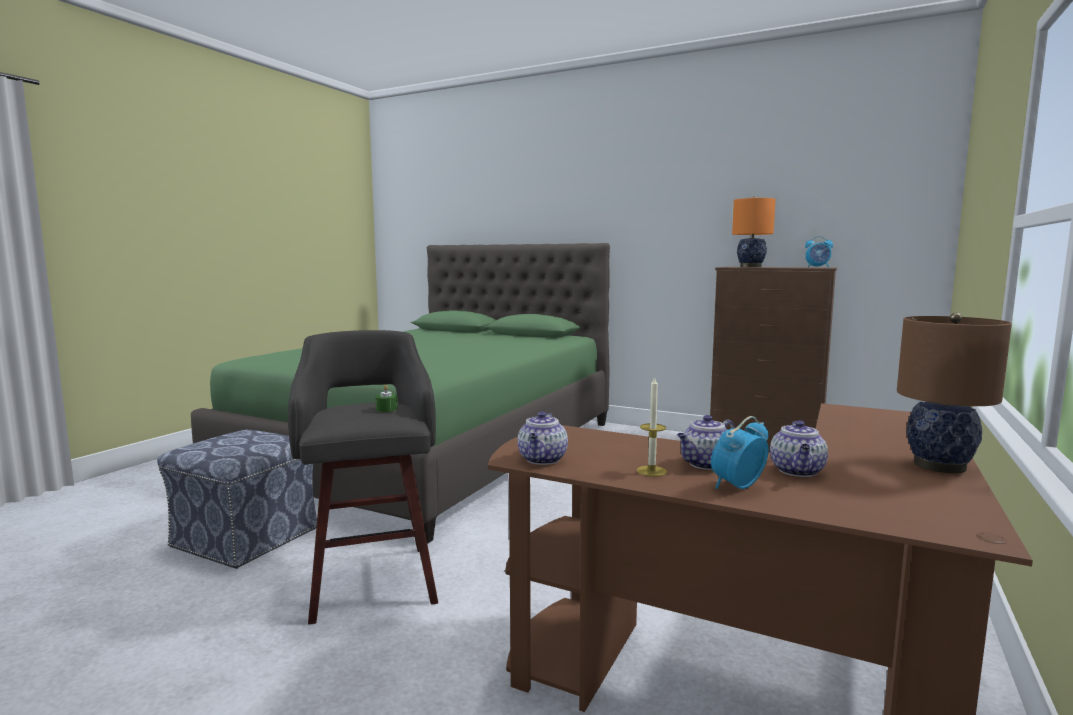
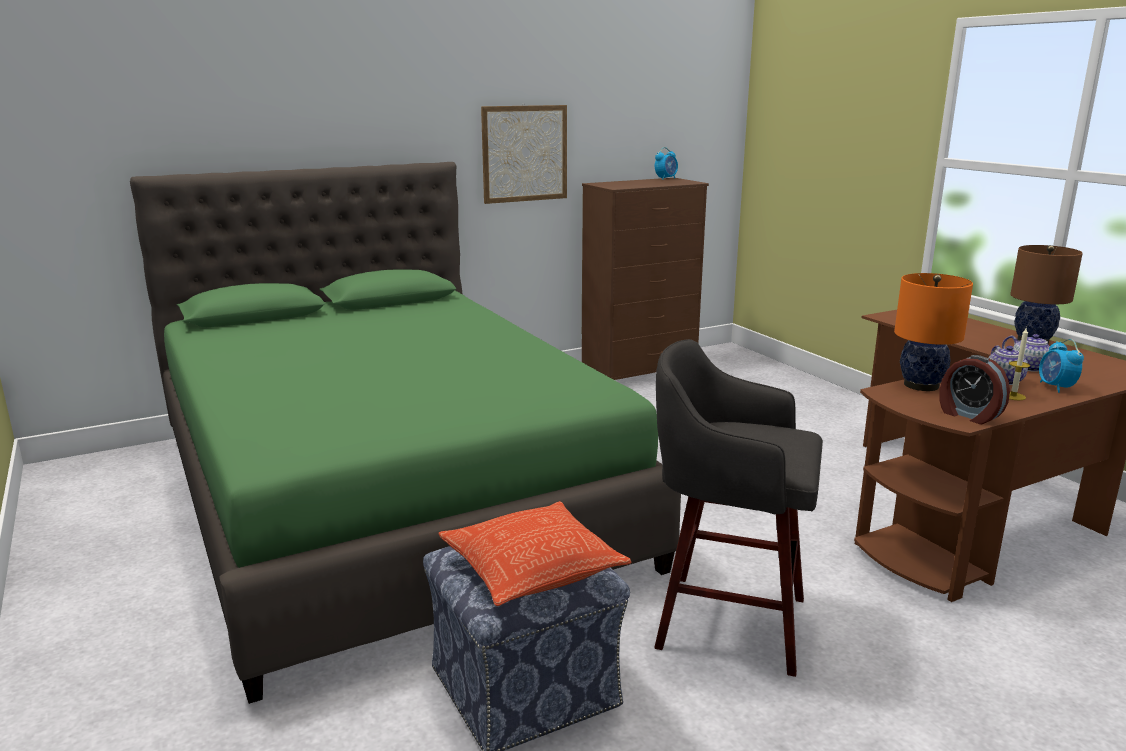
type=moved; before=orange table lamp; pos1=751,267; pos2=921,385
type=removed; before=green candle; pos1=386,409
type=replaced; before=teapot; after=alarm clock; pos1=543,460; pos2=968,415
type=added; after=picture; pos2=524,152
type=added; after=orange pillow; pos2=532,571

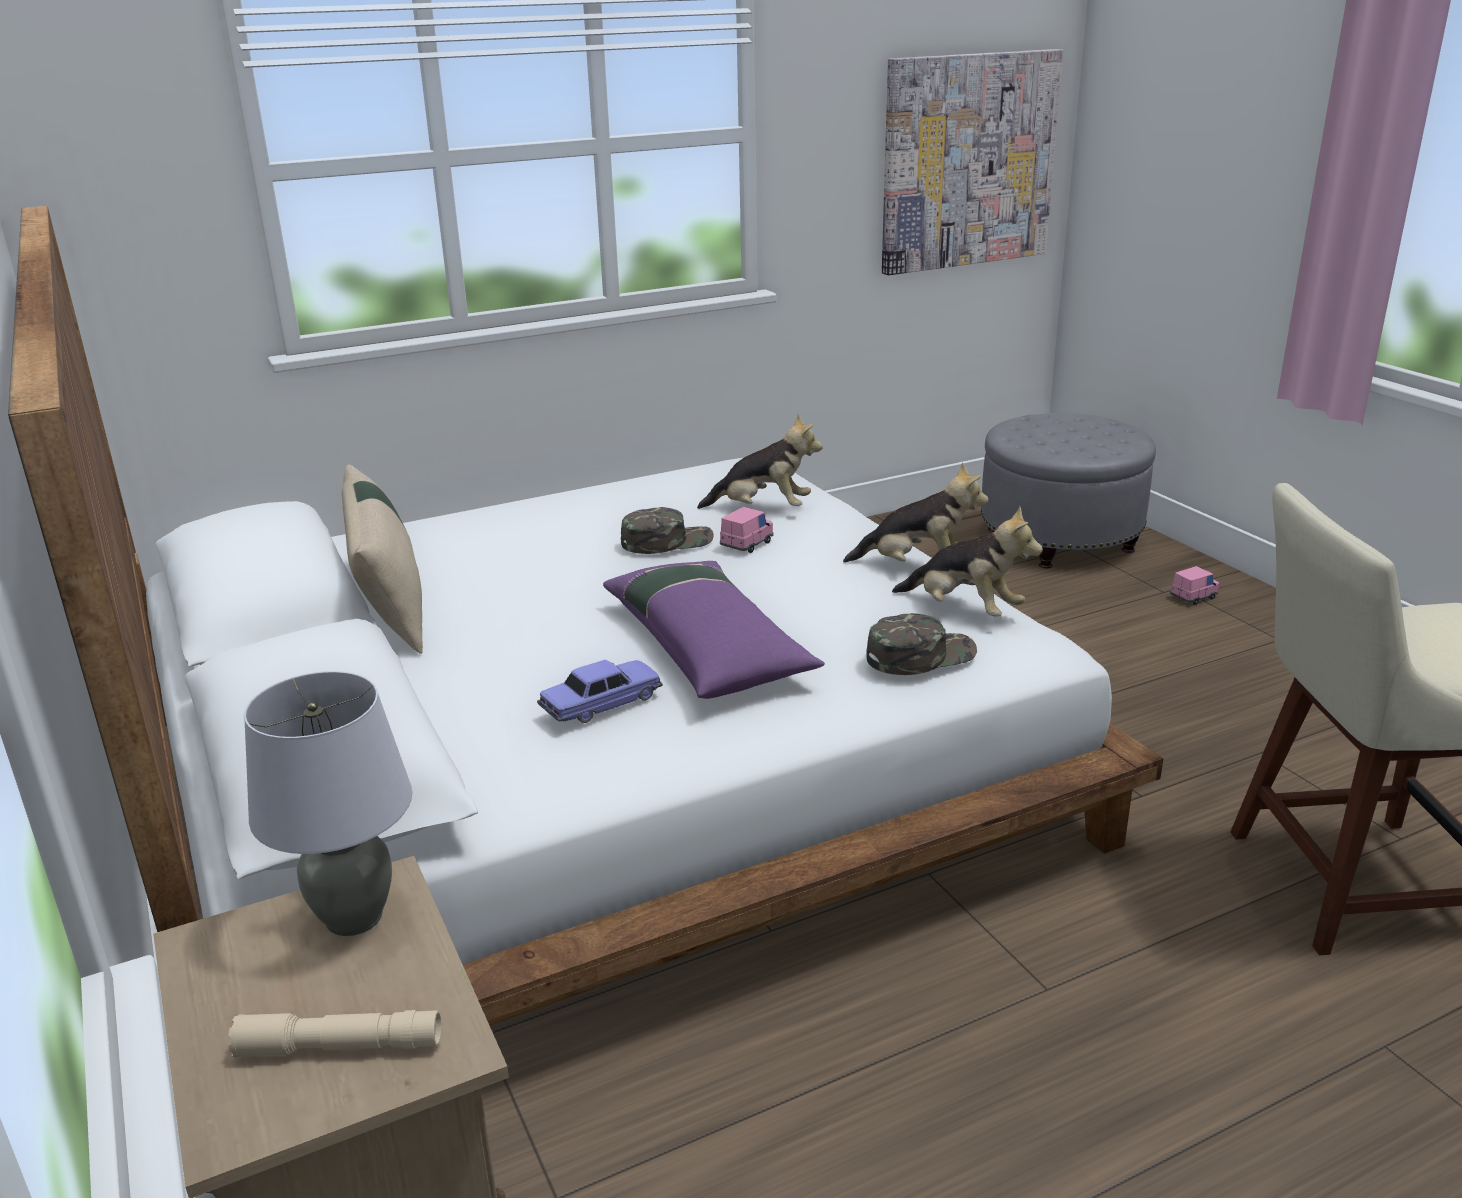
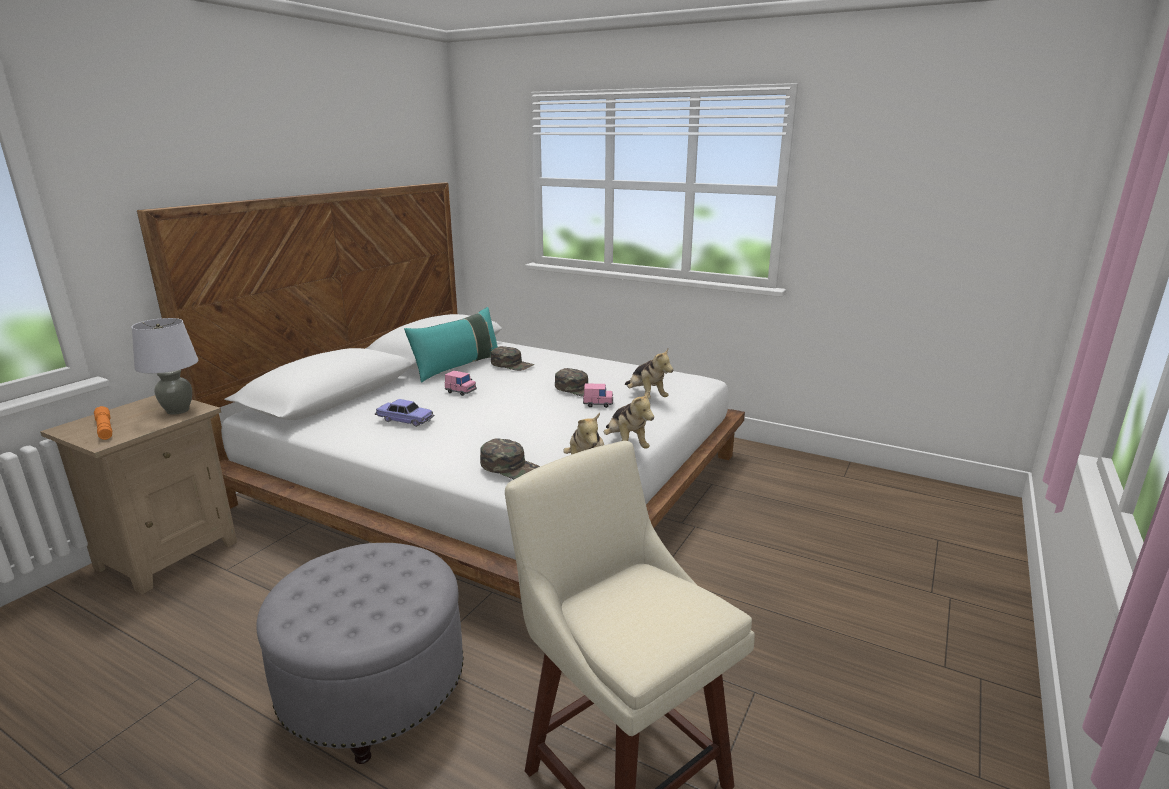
type=removed; before=picture; pos1=968,161
type=moved; before=grey ottoman; pos1=1059,539; pos2=374,693
type=recoloured; before=beige pillow; after=turquoise pillow; pos1=390,605; pos2=458,367
type=removed; before=purple pillow; pos1=708,646
type=moved; before=pink toy car; pos1=1193,597; pos2=460,391
type=recoloured; before=beige flashlight; after=orange flashlight; pos1=340,1047; pos2=105,429
type=added; after=green cap; pos2=512,364

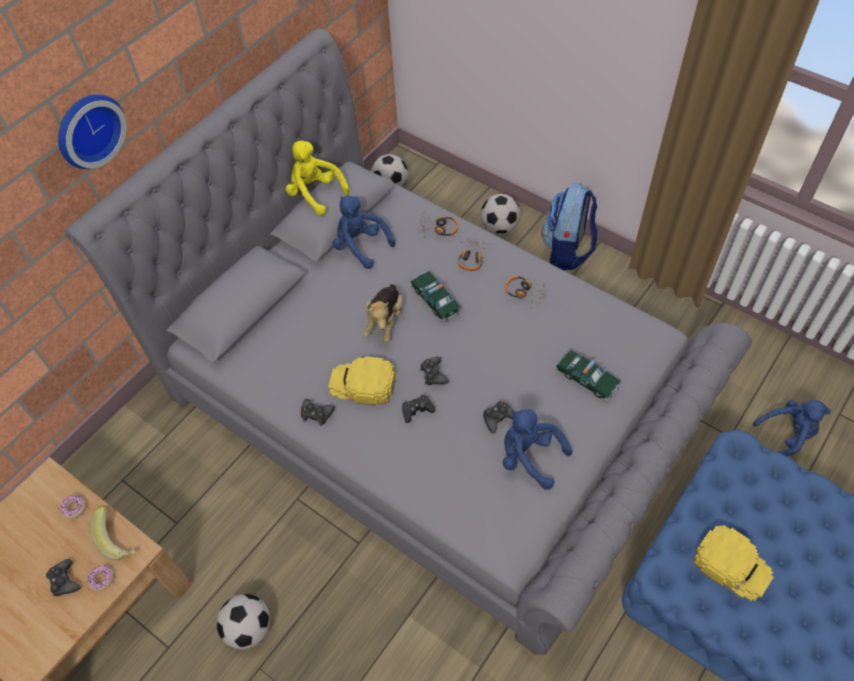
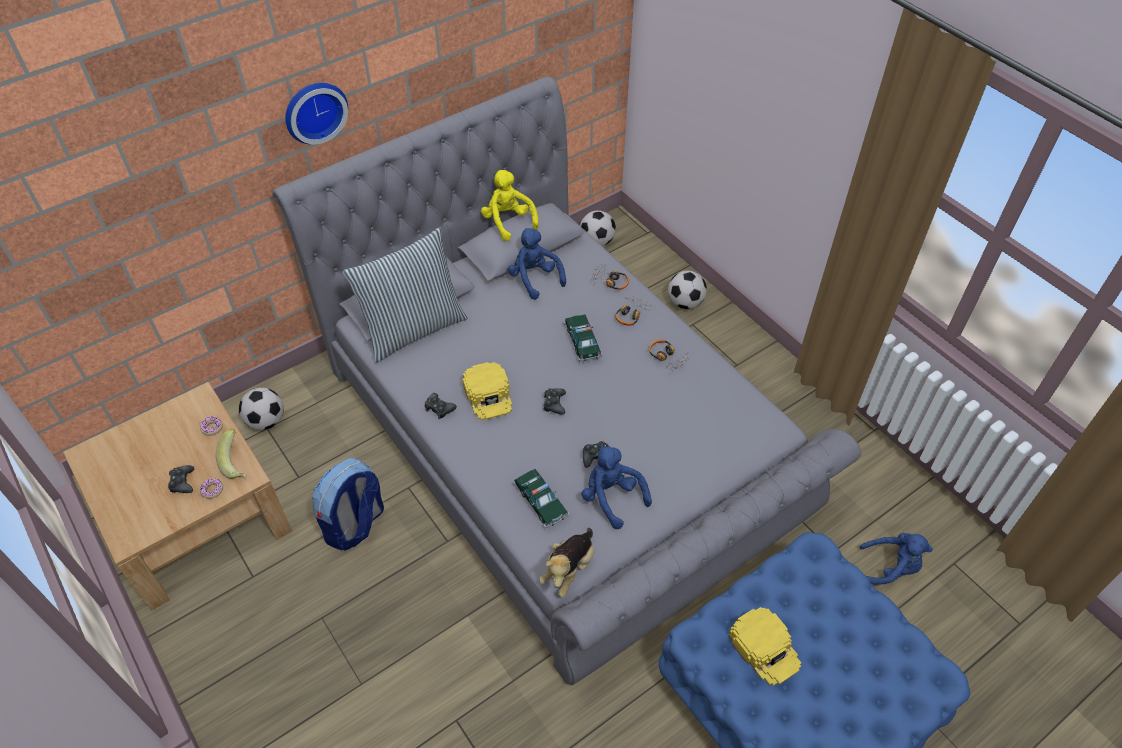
type=moved; before=backpack; pos1=567,251; pos2=355,525
type=moved; before=plush toy; pos1=385,320; pos2=569,569
type=moved; before=toy car; pos1=587,379; pos2=541,501
type=turned; before=yellow cap; pos1=362,384; pos2=488,394; turn=-135
type=removed; before=black game controller; pos1=417,410
type=moved; before=football; pos1=249,628; pos2=266,421
type=added; after=pillow; pos2=413,329

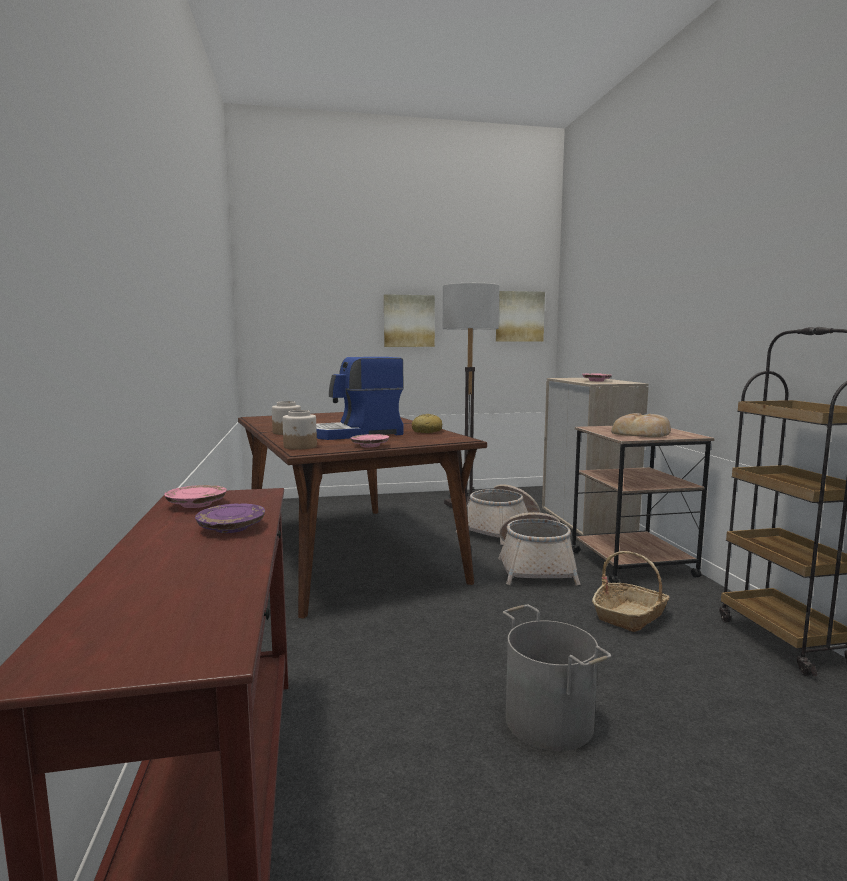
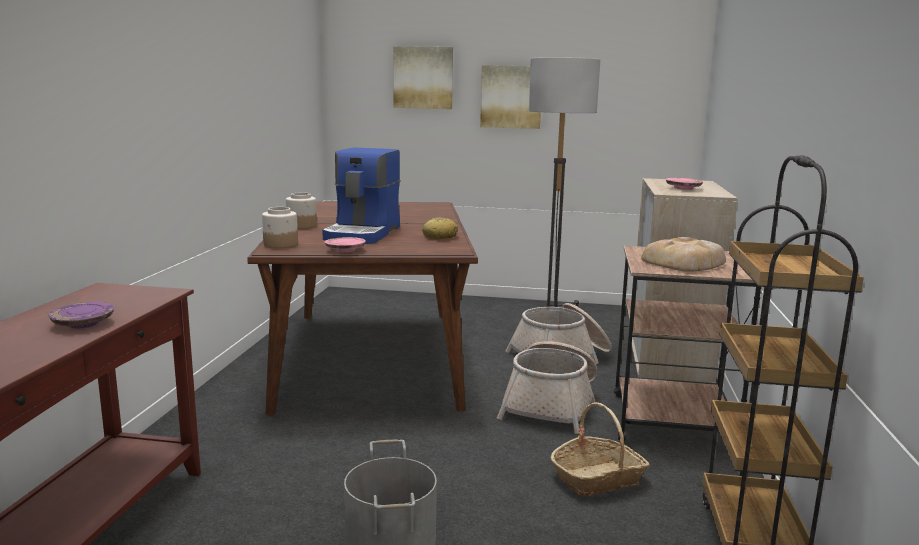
type=moved; before=picture; pos1=519,316; pos2=423,78
type=turned; before=coffee machine; pos1=357,434; pos2=363,234; turn=-75
type=removed; before=pink plate; pos1=196,504

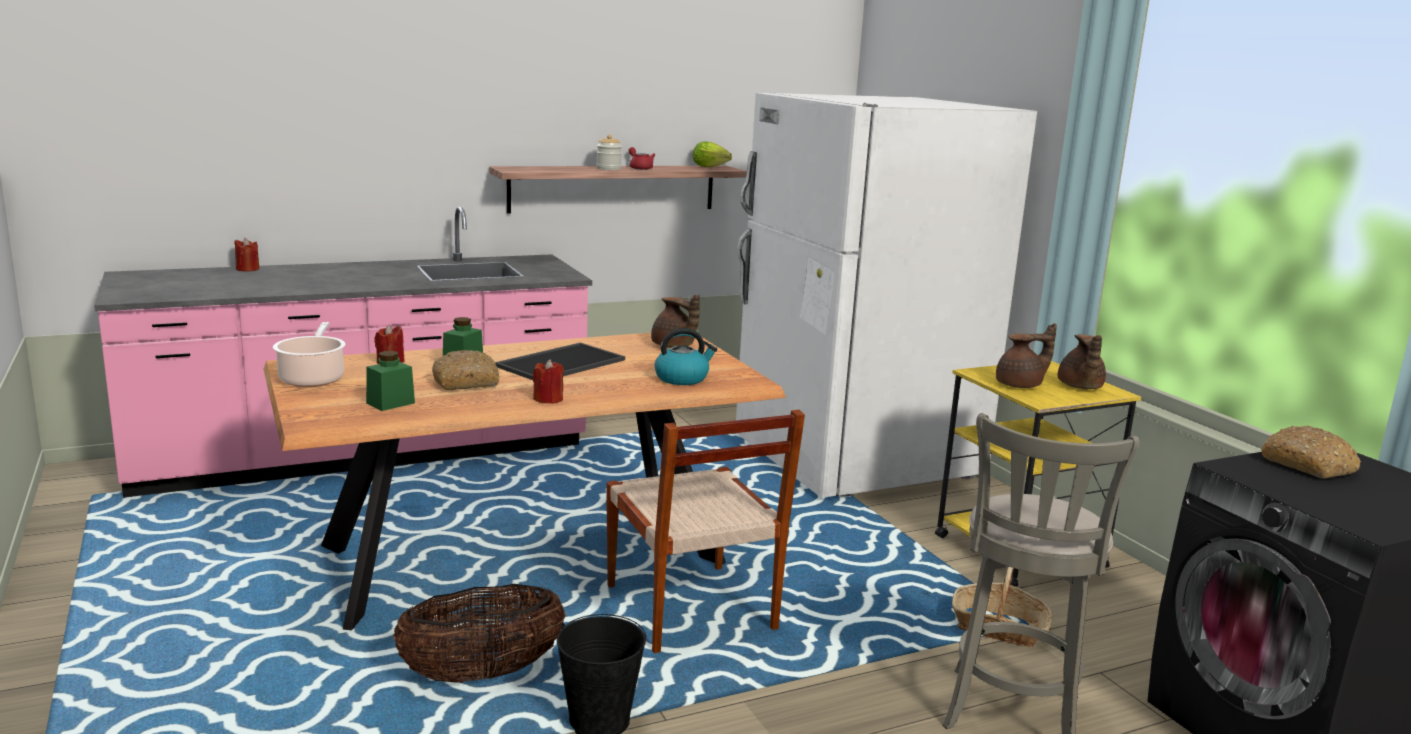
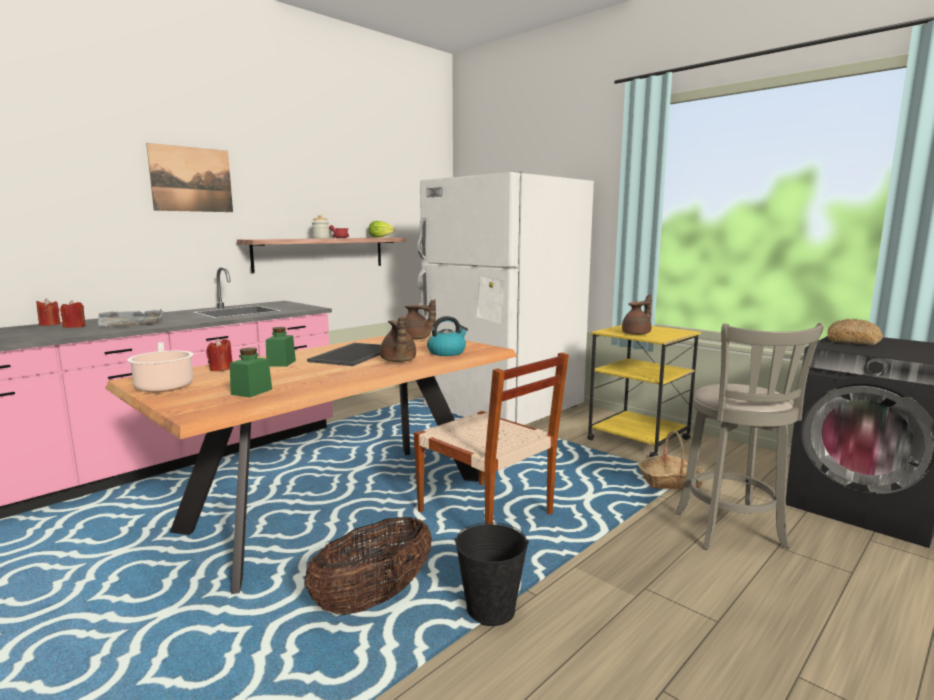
type=moved; before=brown teapot; pos1=1079,387; pos2=398,361
type=removed; before=bread; pos1=466,382
type=moved; before=red candle; pos1=548,399; pos2=74,326
type=added; after=picture; pos2=191,179
type=added; after=grey tray; pos2=131,322

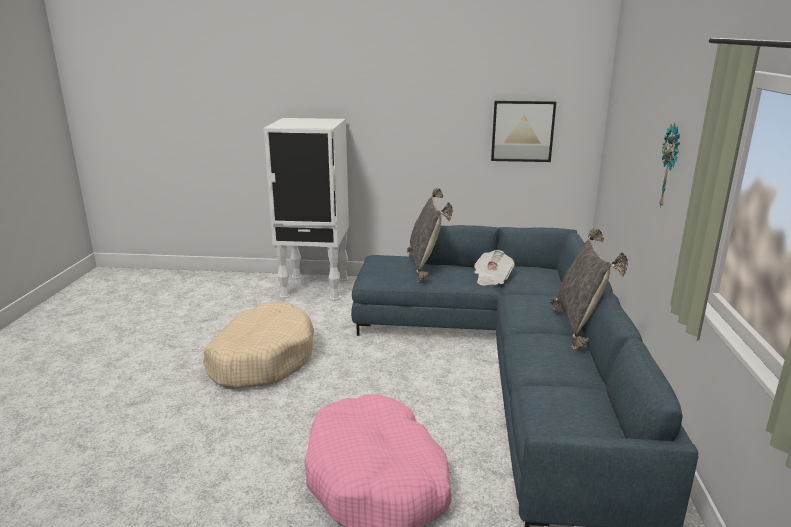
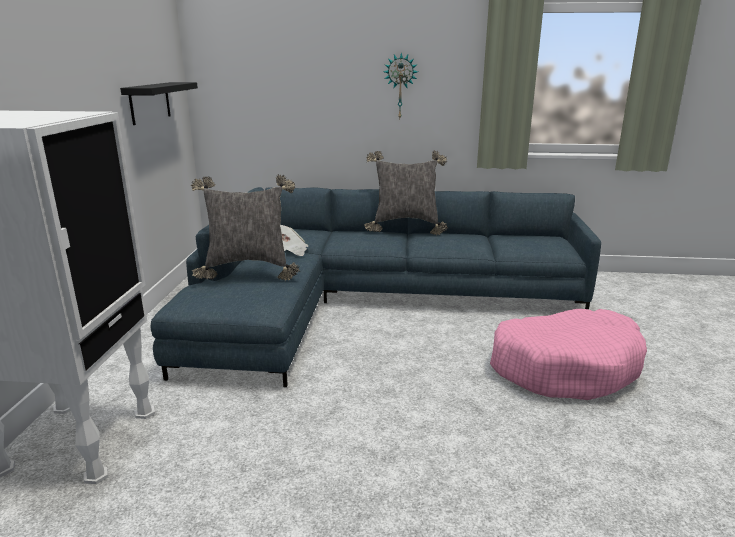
type=replaced; before=picture; after=black shelf; pos1=522,131; pos2=150,102
type=removed; before=beige dog bed; pos1=261,359

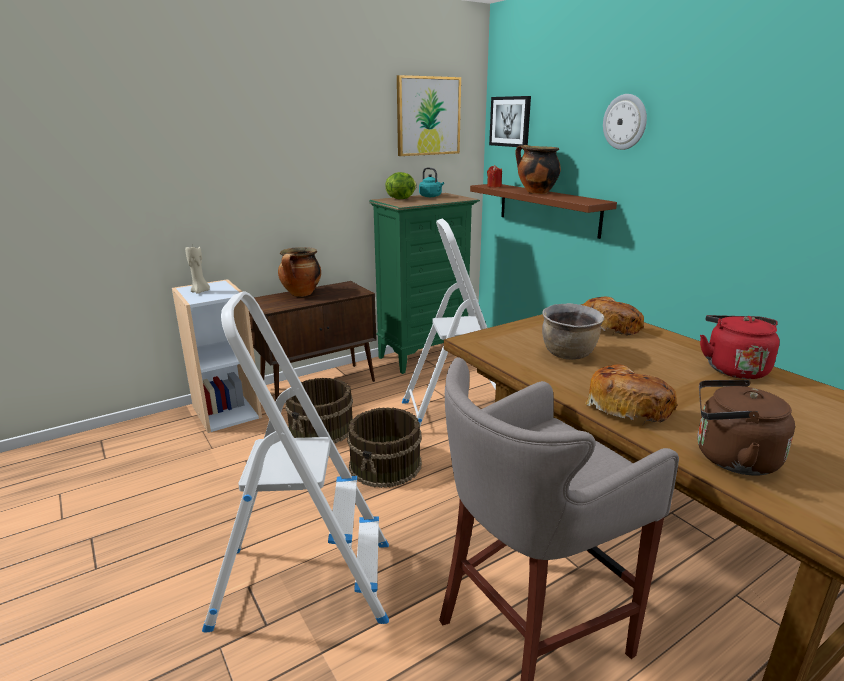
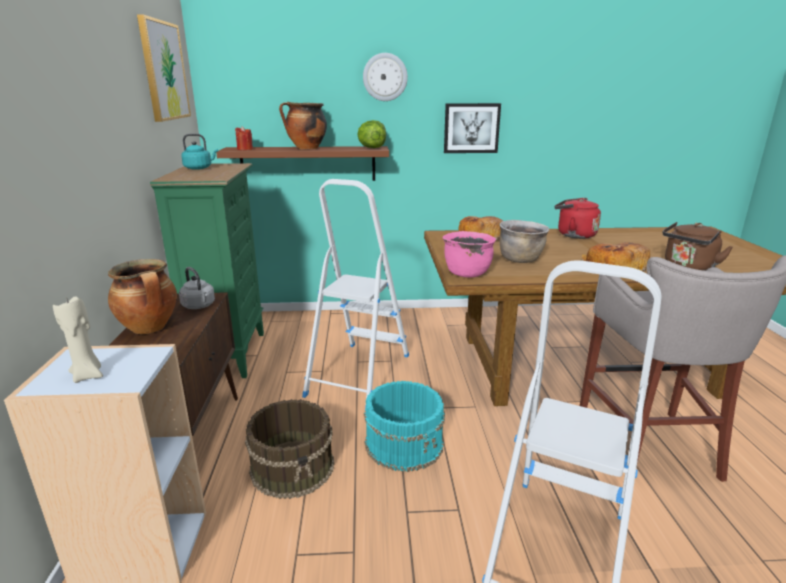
type=moved; before=picture; pos1=510,121; pos2=471,128
type=moved; before=lettuce; pos1=400,199; pos2=372,148
type=recoloured; before=brown bucket; after=turquoise bucket; pos1=386,465; pos2=404,443
type=added; after=pink cooking pot; pos2=466,273
type=added; after=grey kettle; pos2=199,306

